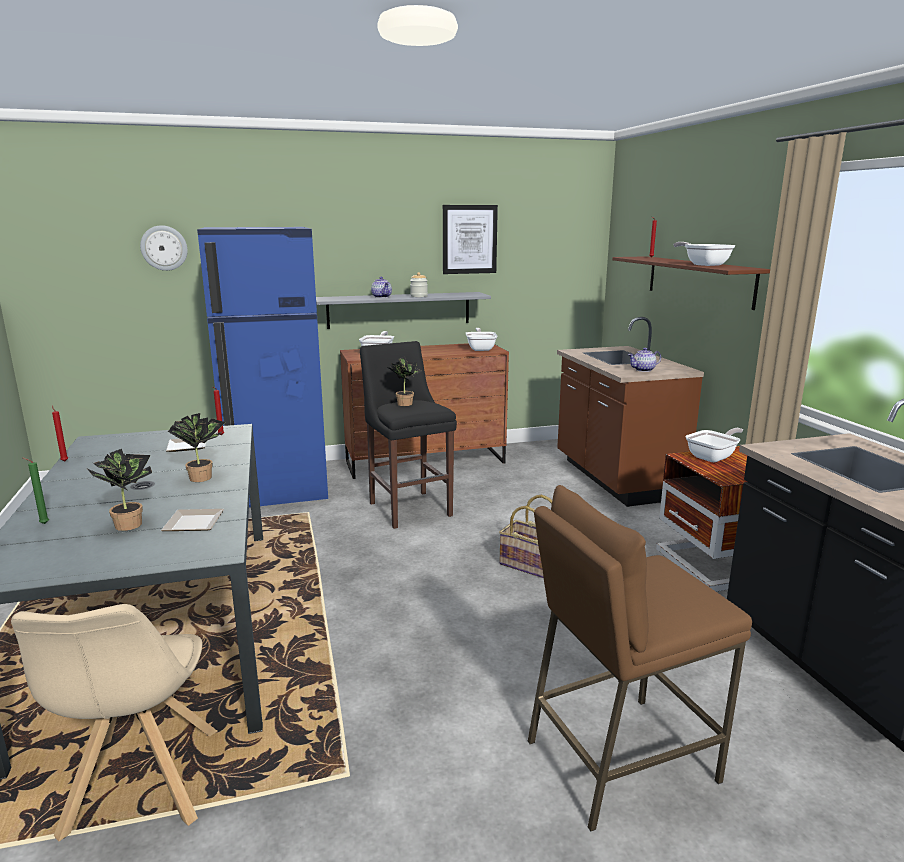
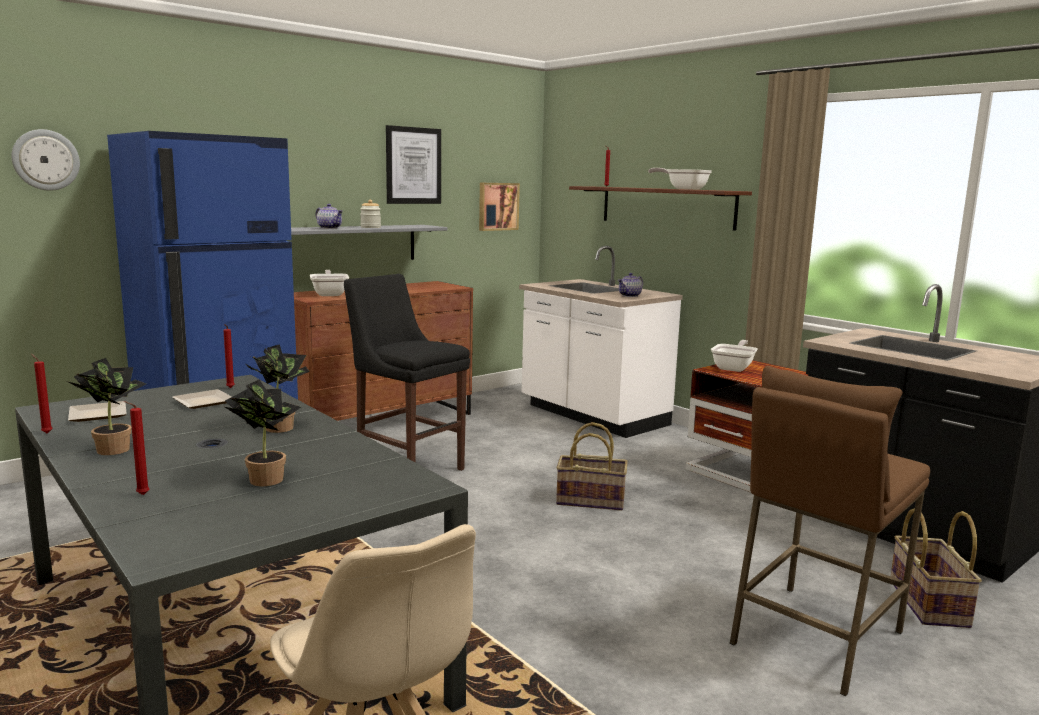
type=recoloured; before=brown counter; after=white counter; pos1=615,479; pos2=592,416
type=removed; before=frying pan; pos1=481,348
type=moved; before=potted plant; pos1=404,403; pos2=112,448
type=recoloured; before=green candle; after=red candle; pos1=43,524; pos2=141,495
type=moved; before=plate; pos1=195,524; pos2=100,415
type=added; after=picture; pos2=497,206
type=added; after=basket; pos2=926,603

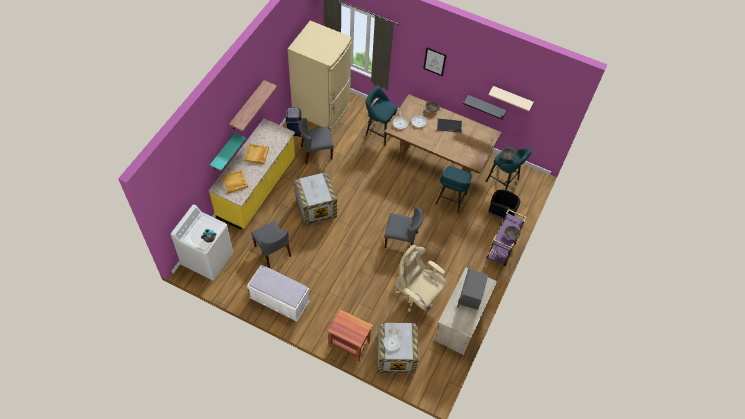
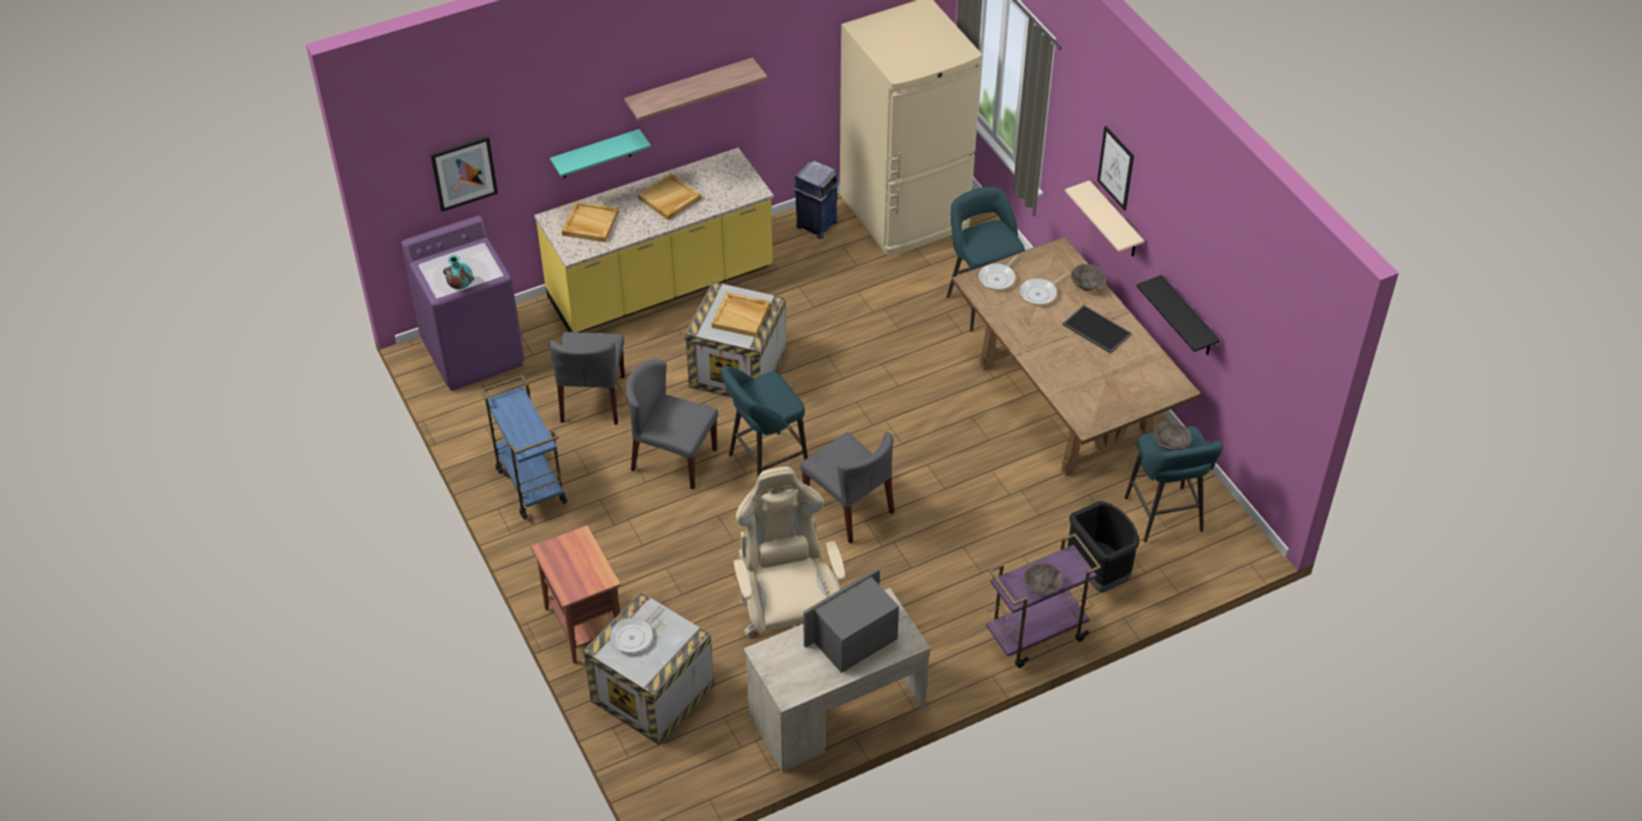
type=moved; before=beige shelf; pos1=512,98; pos2=1114,221
type=moved; before=grey chair; pos1=316,152; pos2=673,459
type=moved; before=turquoise stool; pos1=450,201; pos2=764,464
type=recoloured; before=white washing machine; after=purple washing machine; pos1=208,259; pos2=474,352
type=replaced; before=white bench; after=blue cart; pos1=280,301; pos2=530,484
type=added; after=picture; pos2=464,173
type=added; after=beige tray; pos2=741,316

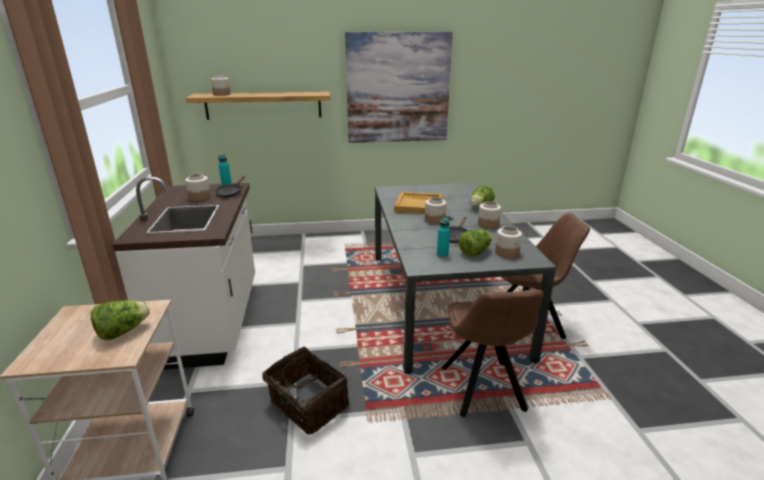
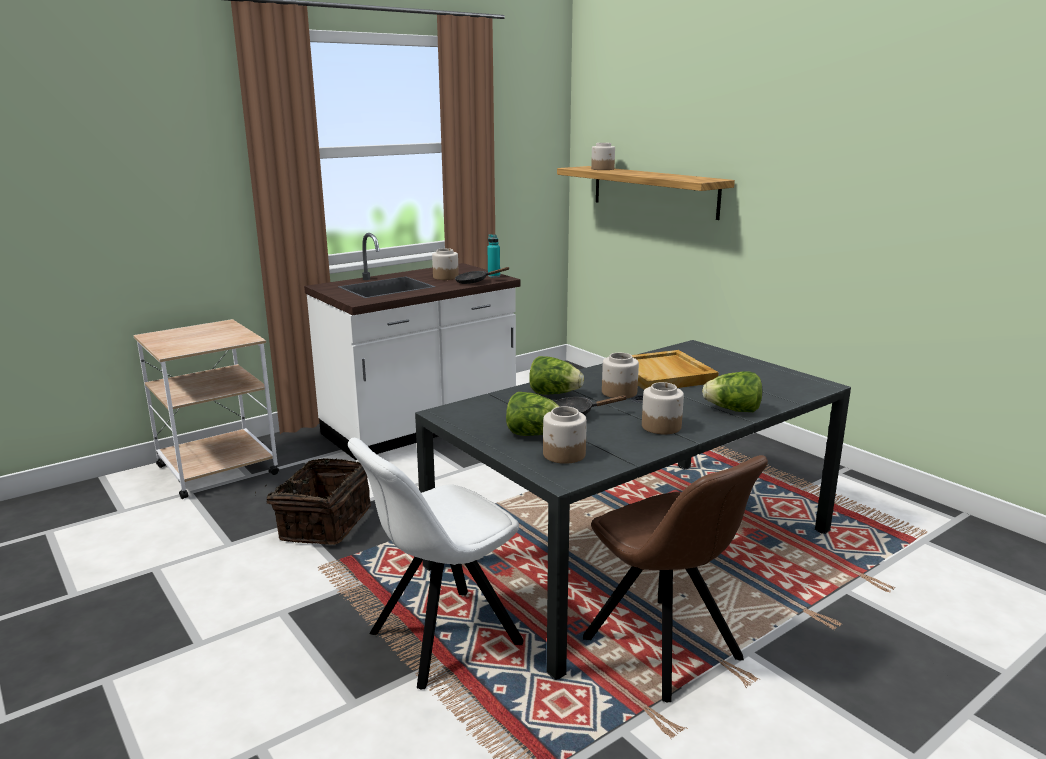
type=removed; before=picture; pos1=398,88
type=removed; before=turquoise bottle; pos1=442,254
type=recoloured; before=brown chair; after=white chair; pos1=483,388; pos2=444,637
type=moved; before=lettuce; pos1=123,332; pos2=554,394

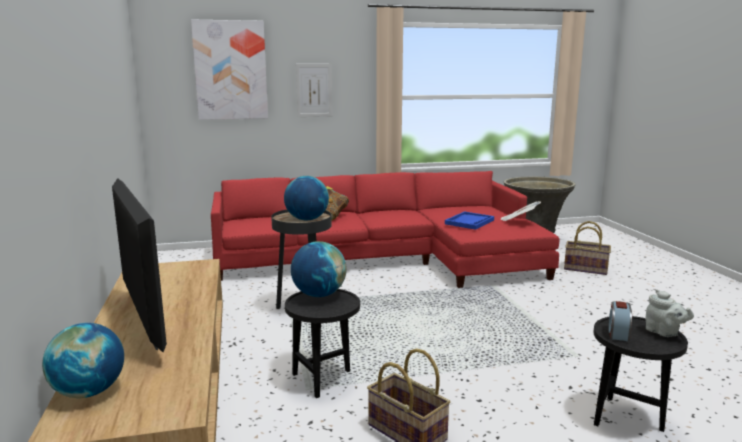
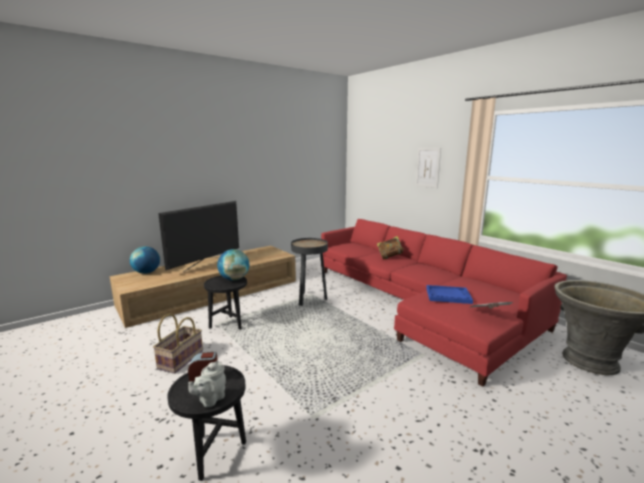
type=removed; before=picture; pos1=230,70
type=removed; before=globe; pos1=306,219
type=removed; before=basket; pos1=586,268

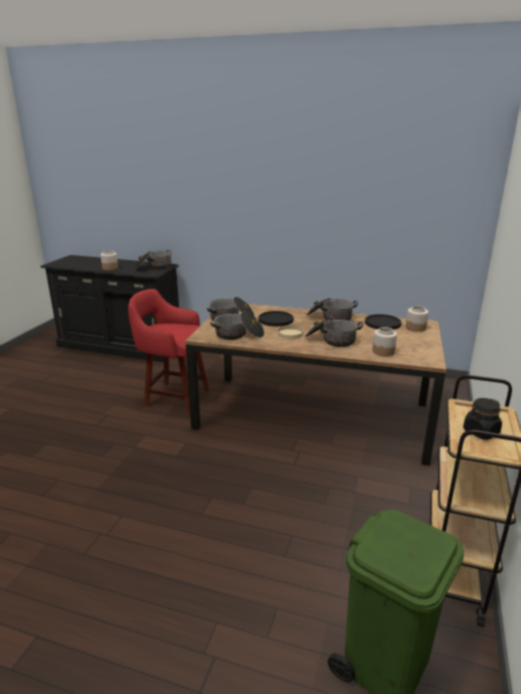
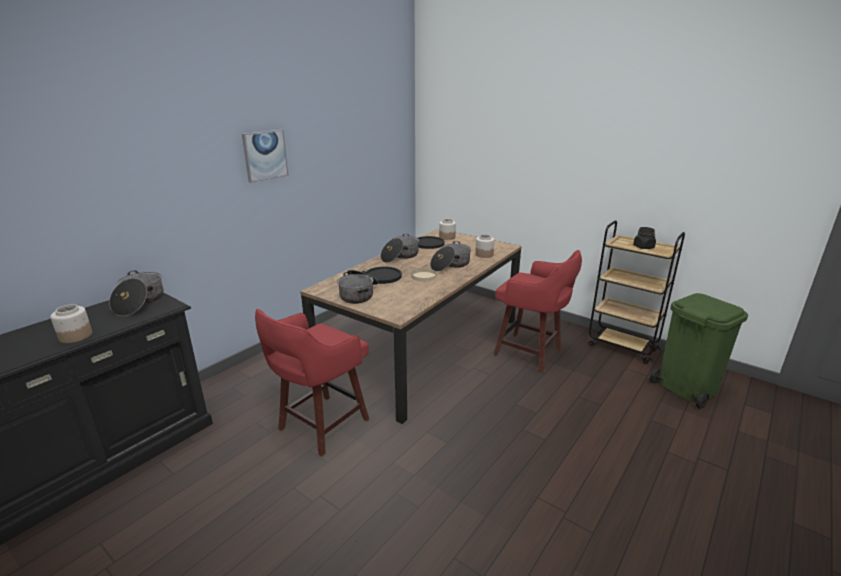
type=removed; before=cooking pot; pos1=238,335
type=added; after=picture; pos2=265,155
type=added; after=red stool; pos2=530,353

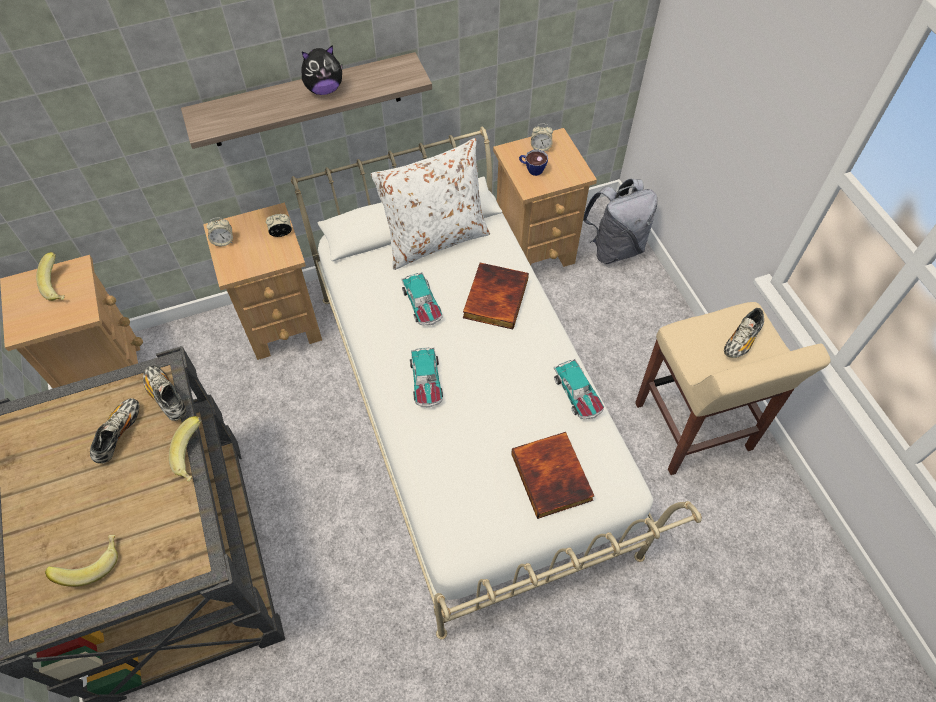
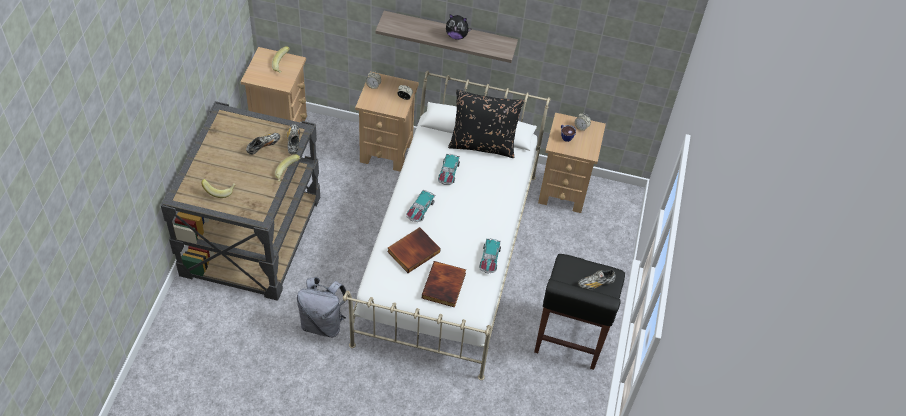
type=recoloured; before=white pillow; after=black pillow; pos1=435,239; pos2=483,144
type=moved; before=grey backpack; pos1=614,248; pos2=323,323
type=moved; before=book; pos1=494,297; pos2=413,251
type=recoloured; before=beige stool; after=black stool; pos1=693,428; pos2=569,338

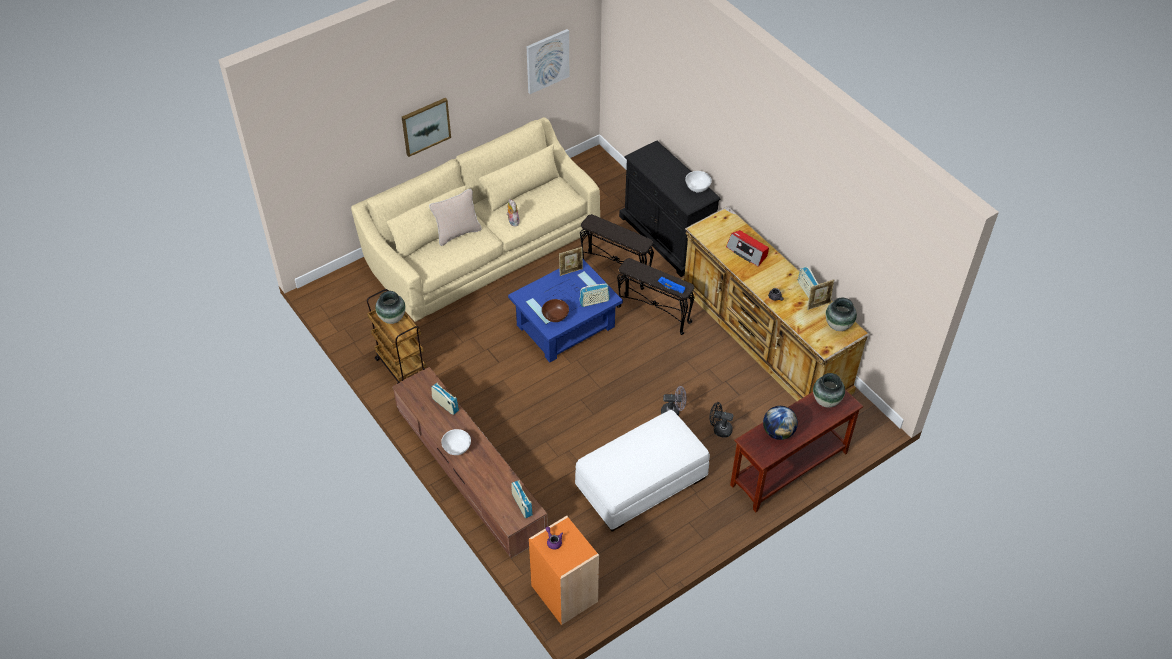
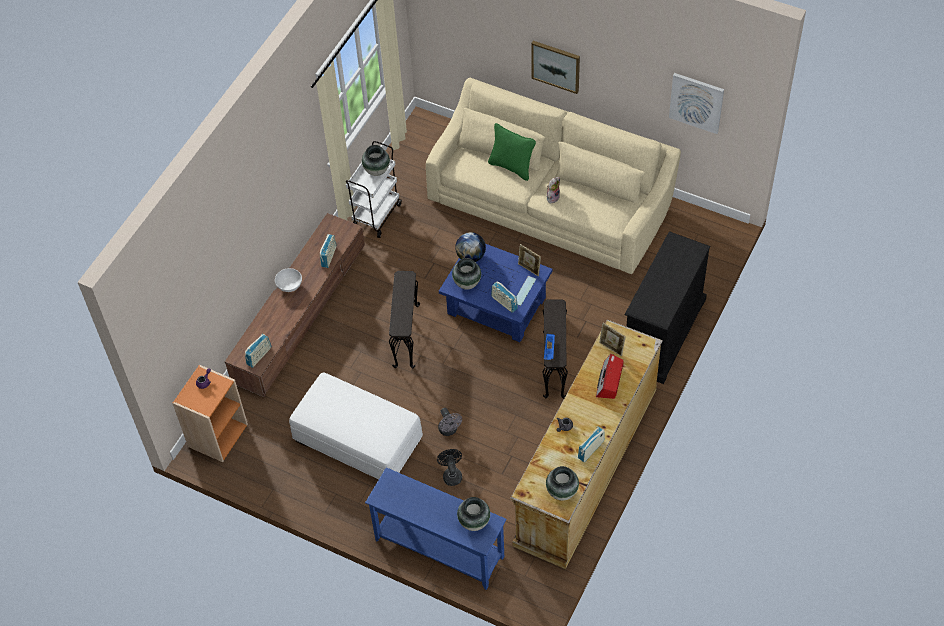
type=removed; before=white bowl; pos1=697,188
type=recoloured; before=beige pillow; after=green pillow; pos1=457,233; pos2=511,167
type=moved; before=black side table; pos1=615,271; pos2=406,336
type=moved; before=picture frame; pos1=818,305; pos2=611,348
type=recoloured; before=brown cart; after=white cart; pos1=401,367; pos2=377,216
type=replaced; before=brown bowl; after=vase; pos1=555,317; pos2=467,283
type=recoloured; before=brown console table; after=blue console table; pos1=789,469; pos2=439,548
type=moved; before=globe; pos1=778,432; pos2=471,256

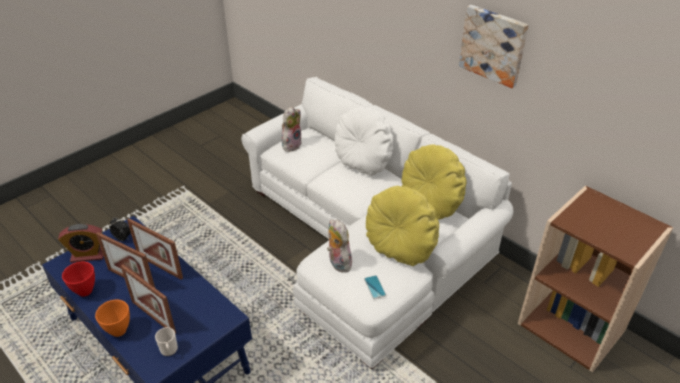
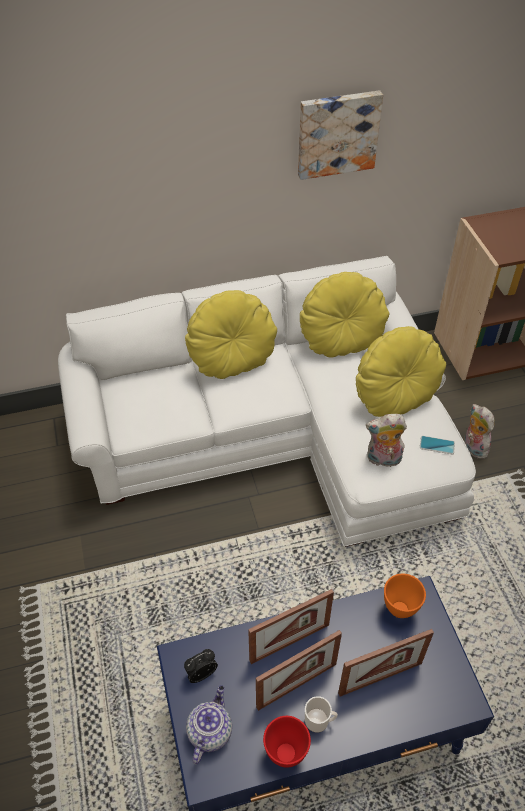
type=moved; before=plush toy; pos1=291,145; pos2=473,447
type=recoloured; before=white pillow; after=yellow pillow; pos1=362,165; pos2=232,363
type=replaced; before=alarm clock; after=teapot; pos1=88,255; pos2=210,731
type=moved; before=orange bowl; pos1=119,331; pos2=400,609
type=moved; before=mug; pos1=169,350; pos2=319,721

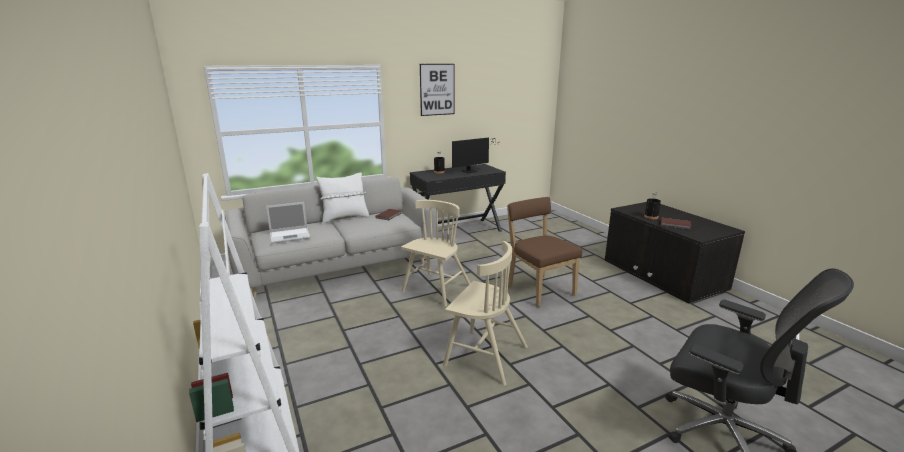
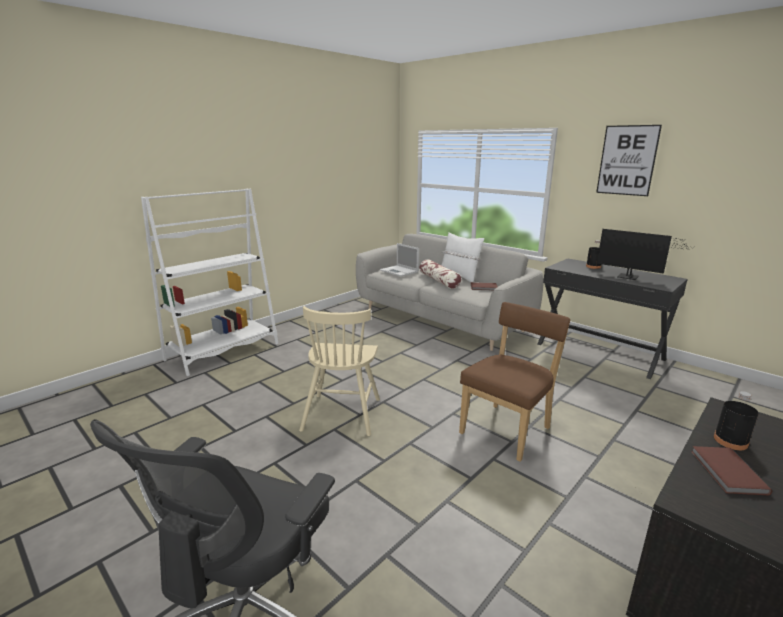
type=removed; before=beige chair; pos1=434,290
type=added; after=pillow; pos2=439,281

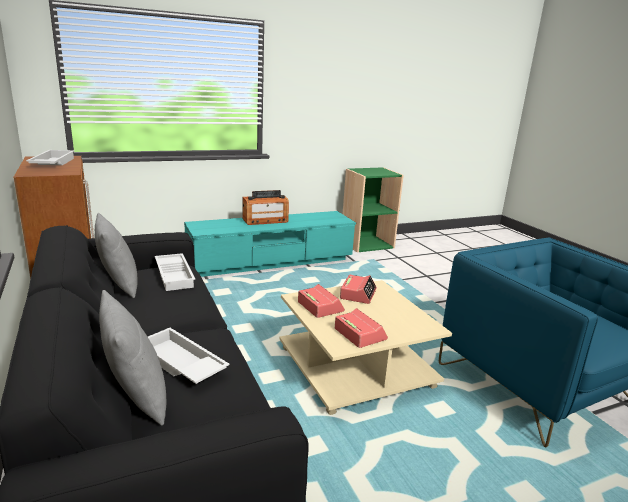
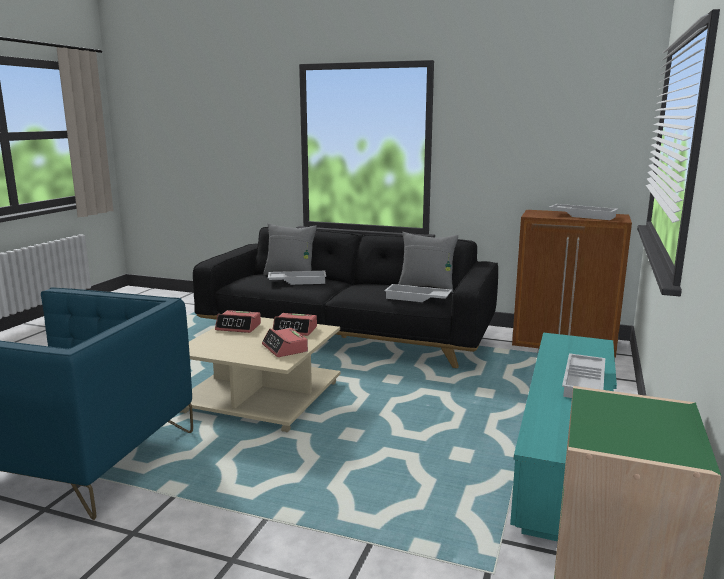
type=replaced; before=radio; after=white tray; pos1=265,220; pos2=585,382

